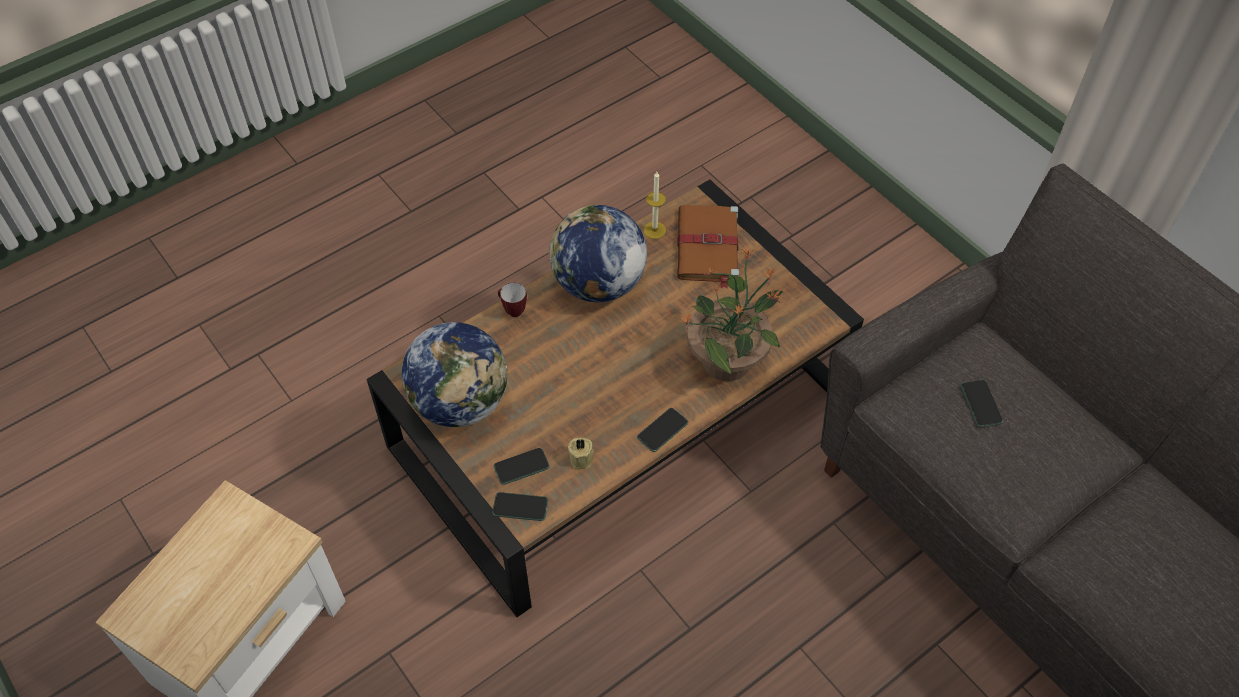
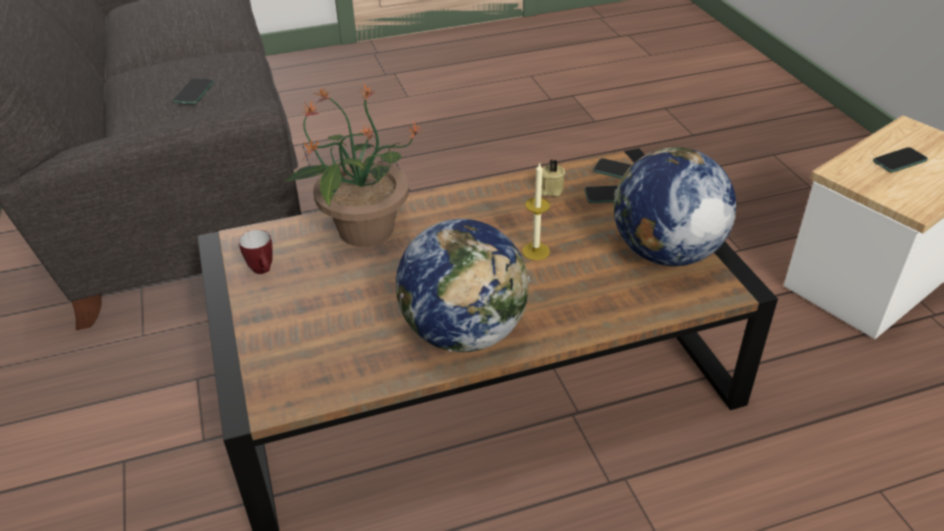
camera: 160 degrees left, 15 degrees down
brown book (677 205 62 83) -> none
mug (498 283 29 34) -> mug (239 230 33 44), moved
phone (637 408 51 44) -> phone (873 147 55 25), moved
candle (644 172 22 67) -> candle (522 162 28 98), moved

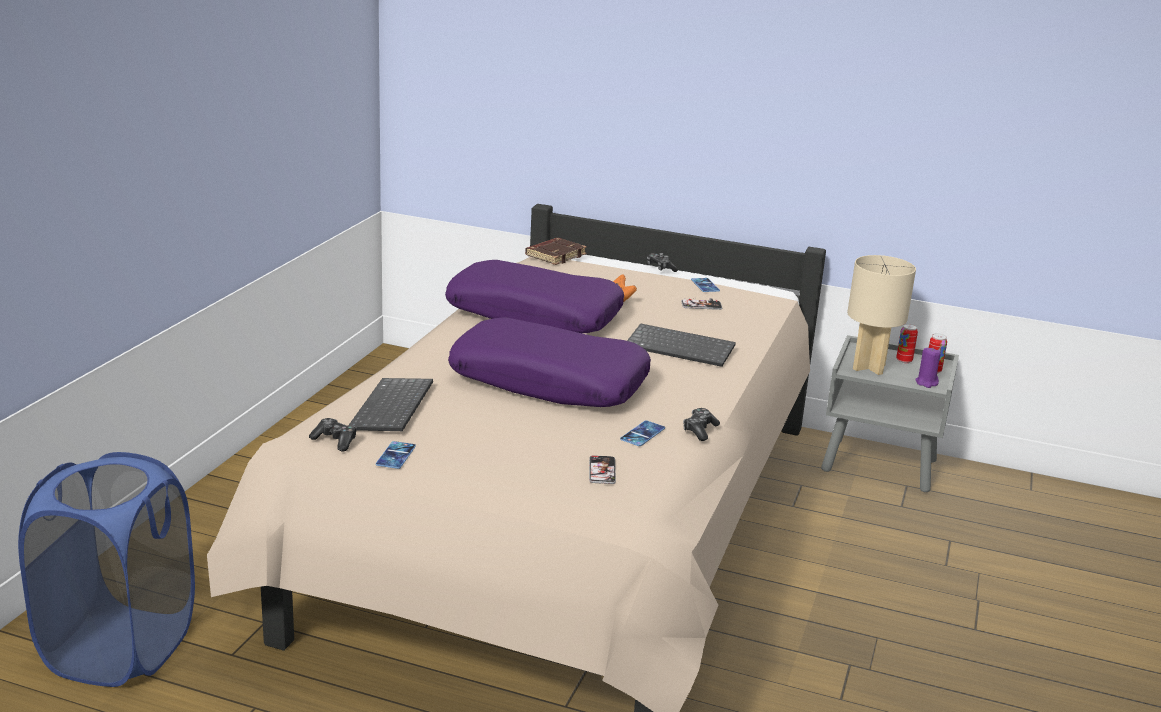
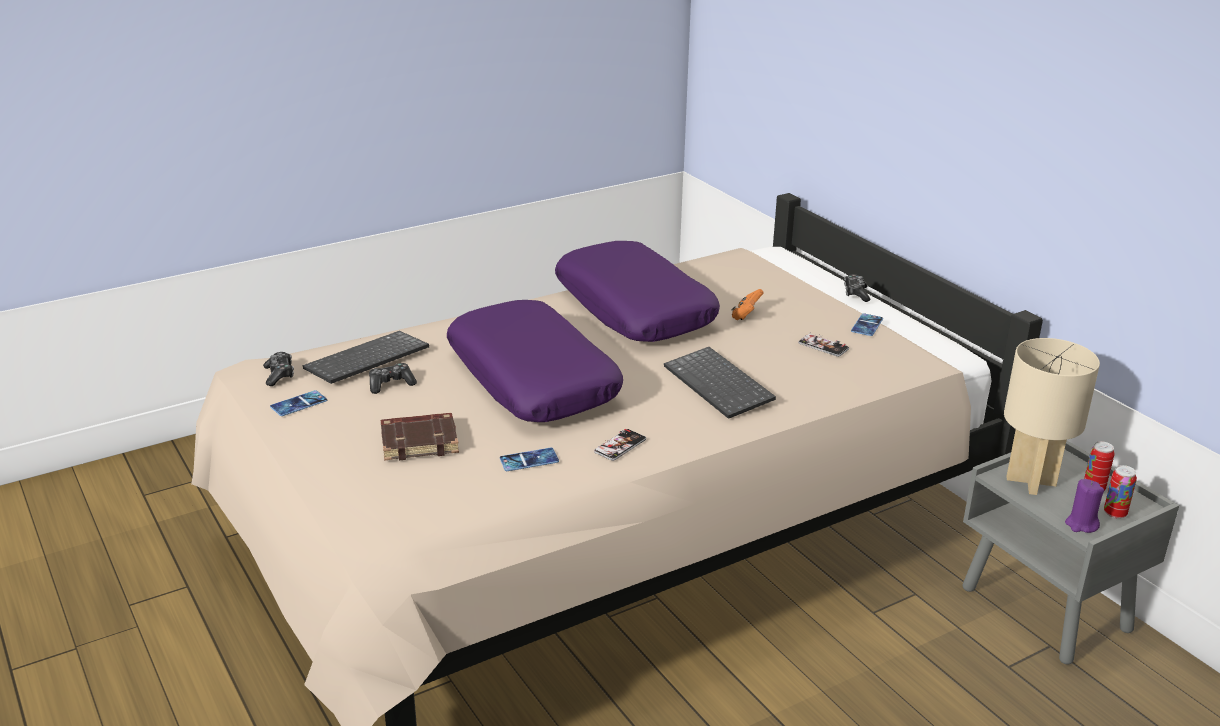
camera: 40 degrees right, 5 degrees up
blue laundry basket (18 452 177 235) -> none
brown book (525 238 62 27) -> brown book (381 413 78 48), moved
phone (589 455 27 29) -> phone (594 429 52 32), moved
game controller (683 408 37 33) -> game controller (369 363 48 31), moved

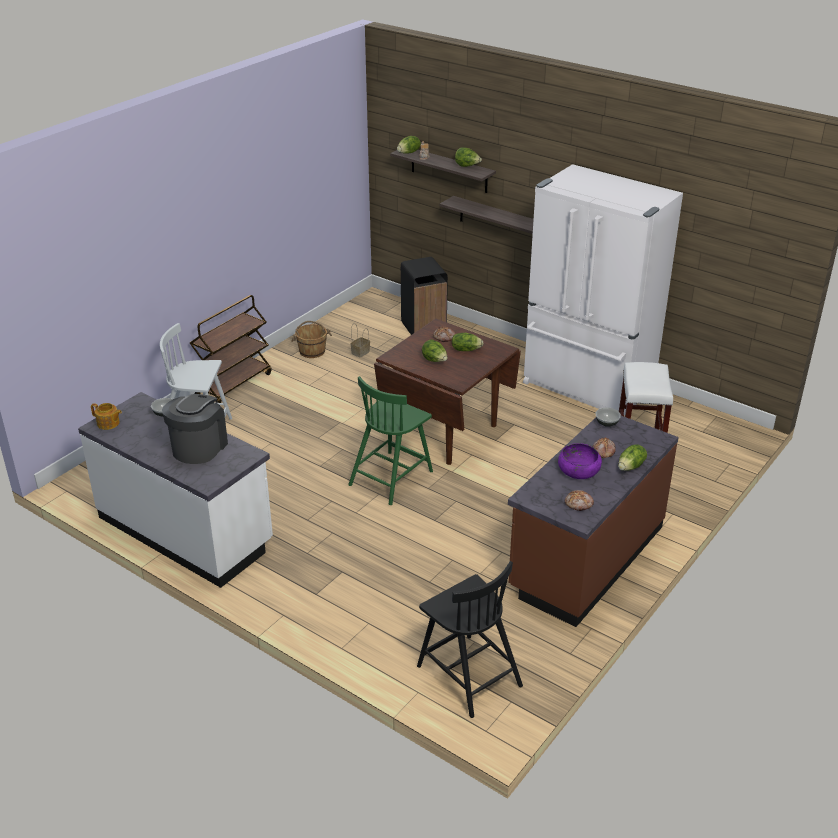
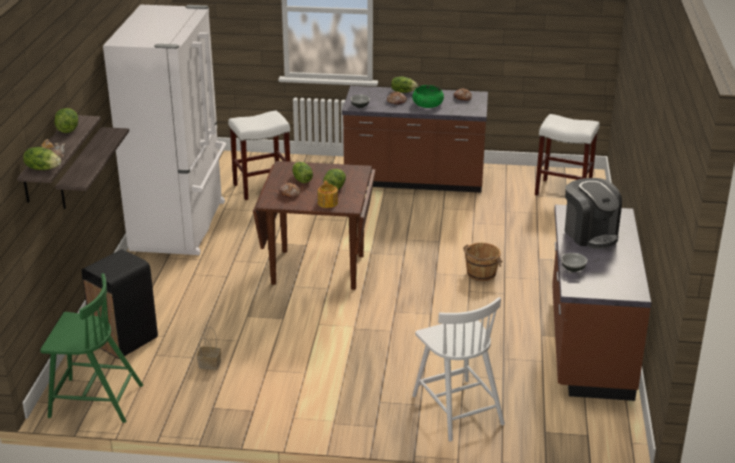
camera: 120 degrees left, 5 degrees down
brown cart (190 295 82 108) -> none
teapot (91 403 31 27) -> teapot (318 180 20 28), moved
brown bucket (292 321 40 37) -> brown bucket (463 243 39 38), moved
green chair (348 376 85 129) -> green chair (40 274 103 149), moved
black chair (417 561 106 157) -> white stool (535 114 65 82)
white counter (78 392 195 196) -> brown counter (552 205 99 196)
purple bowl (558 443 44 36) -> green bowl (412 85 32 23)
coffee machine (162 394 66 70) -> coffee machine (565 178 57 71), 105 degrees counterclockwise

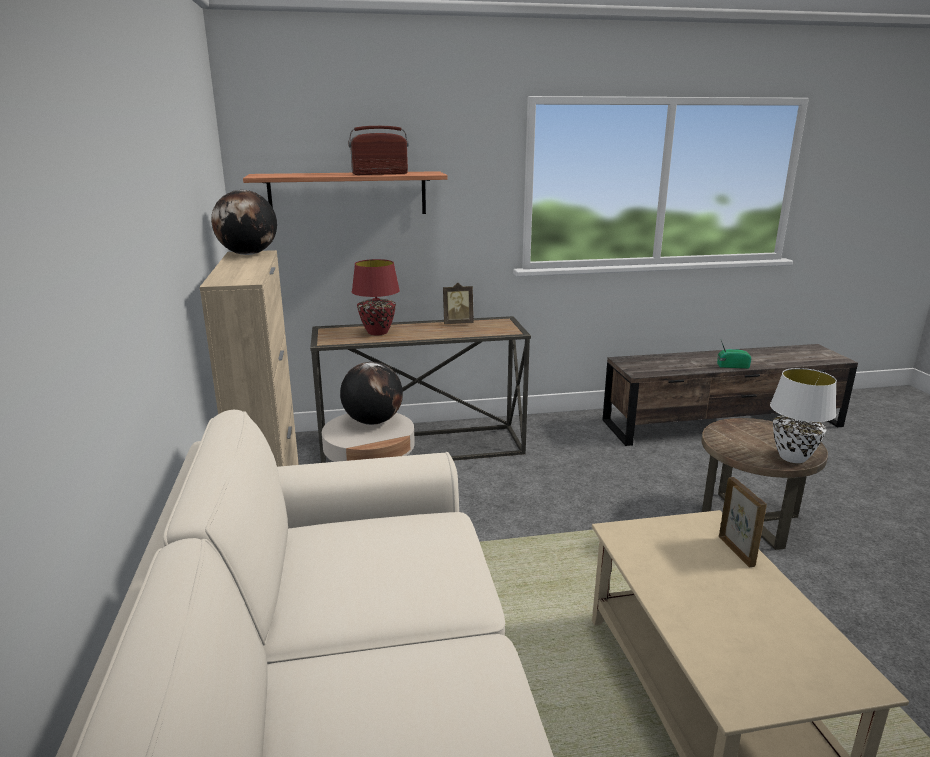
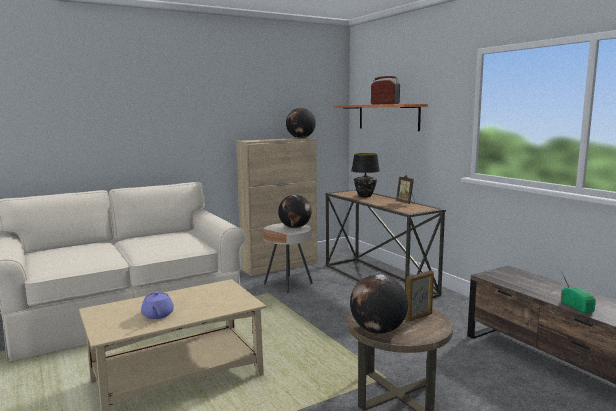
camera: 70 degrees right, 10 degrees down
none -> purple teapot (141 291 33 28)
picture frame (719 477 48 91) -> picture frame (405 271 29 51), moved
white table lamp (770 368 67 95) -> globe (350 274 58 60)
red table lamp (352 259 48 76) -> black table lamp (351 153 29 45)

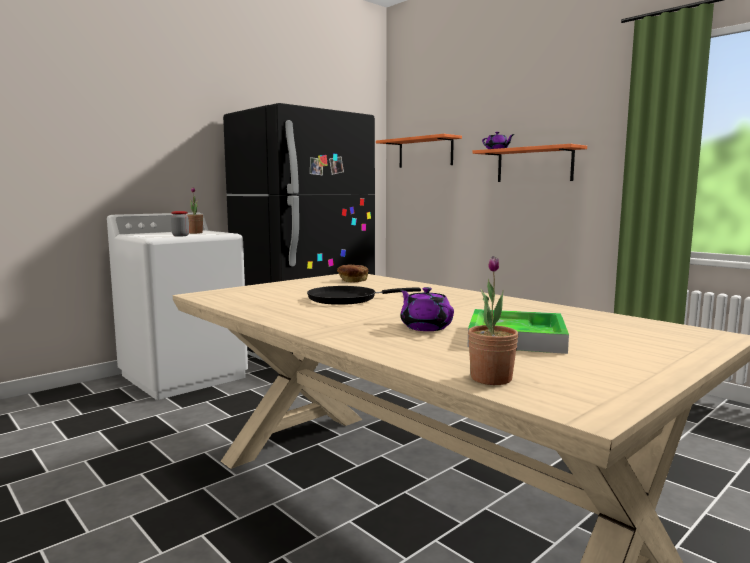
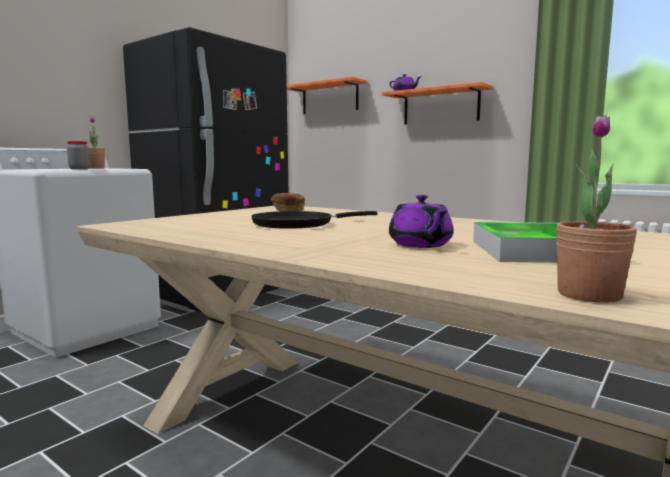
camera: 10 degrees left, 0 degrees up
purple teapot (401 287 53 44) -> purple teapot (389 195 65 53), 150 degrees counterclockwise

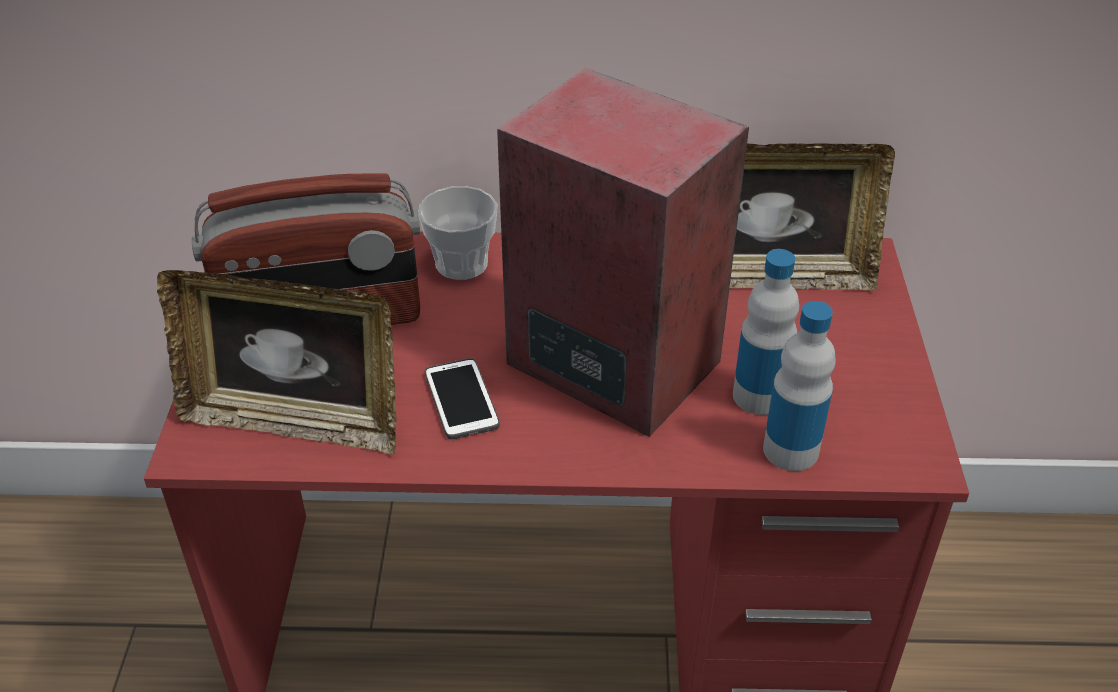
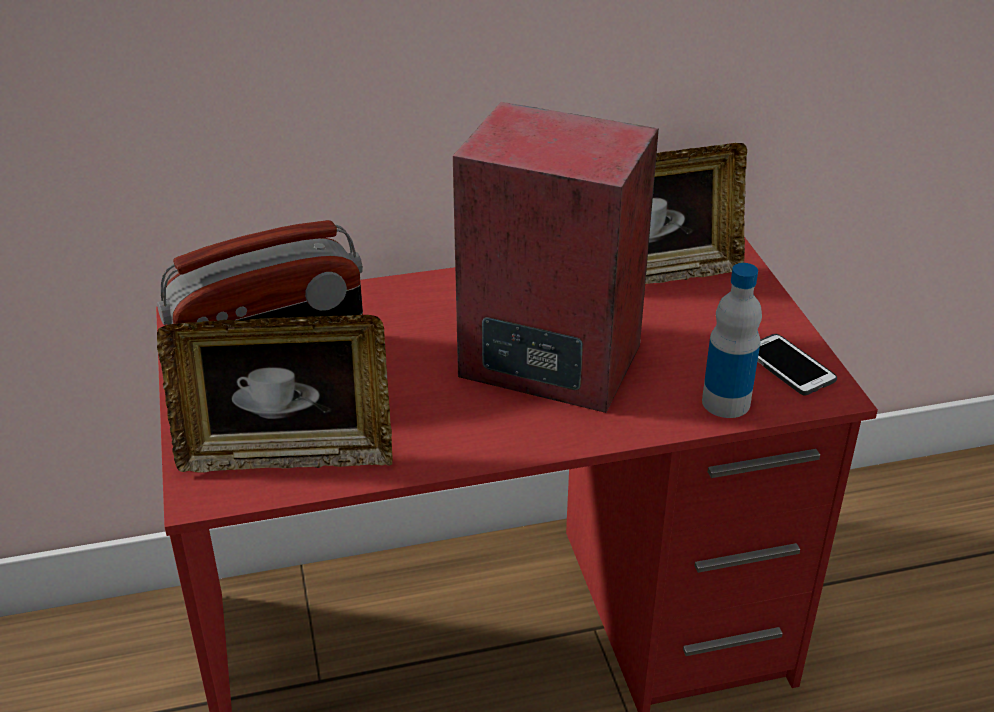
camera: 15 degrees left, 5 degrees down
cup (418 186 79 94) -> none
bottle (733 249 66 166) -> none
phone (425 358 75 81) -> phone (757 334 80 62), moved

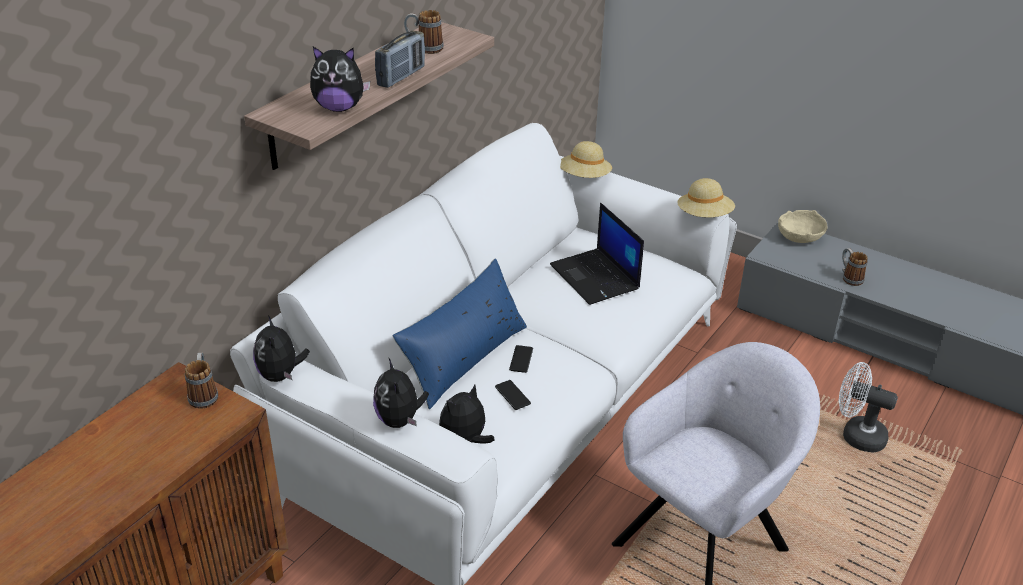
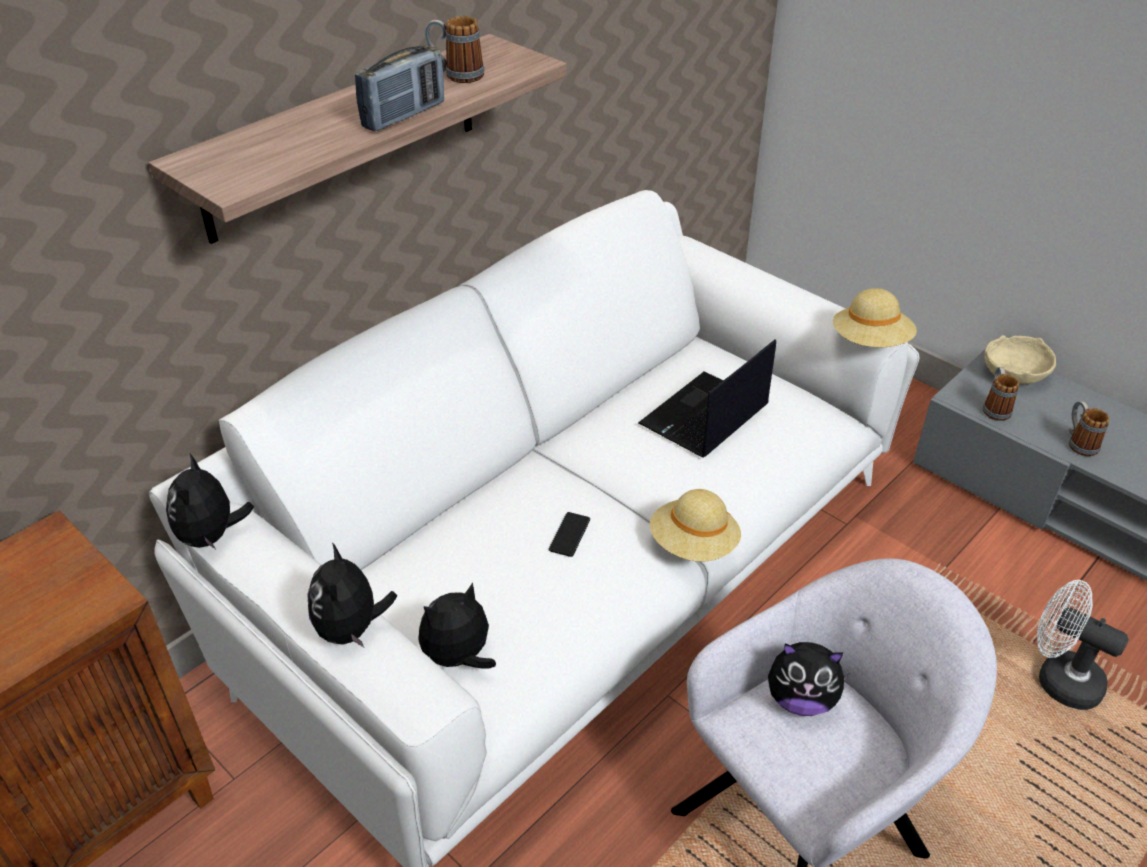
camera: 10 degrees right, 5 degrees up
blue pillow (393 258 134 151) -> none
phone (495 380 36 30) -> none
mug (185 353 33 56) -> mug (983 367 36 54), moved
plush toy (310 47 60 65) -> plush toy (768 642 81 74), moved
beige hat (560 141 52 37) -> beige hat (649 489 92 73), moved
laptop (550 203 94 102) -> laptop (638 339 138 119), 60 degrees clockwise

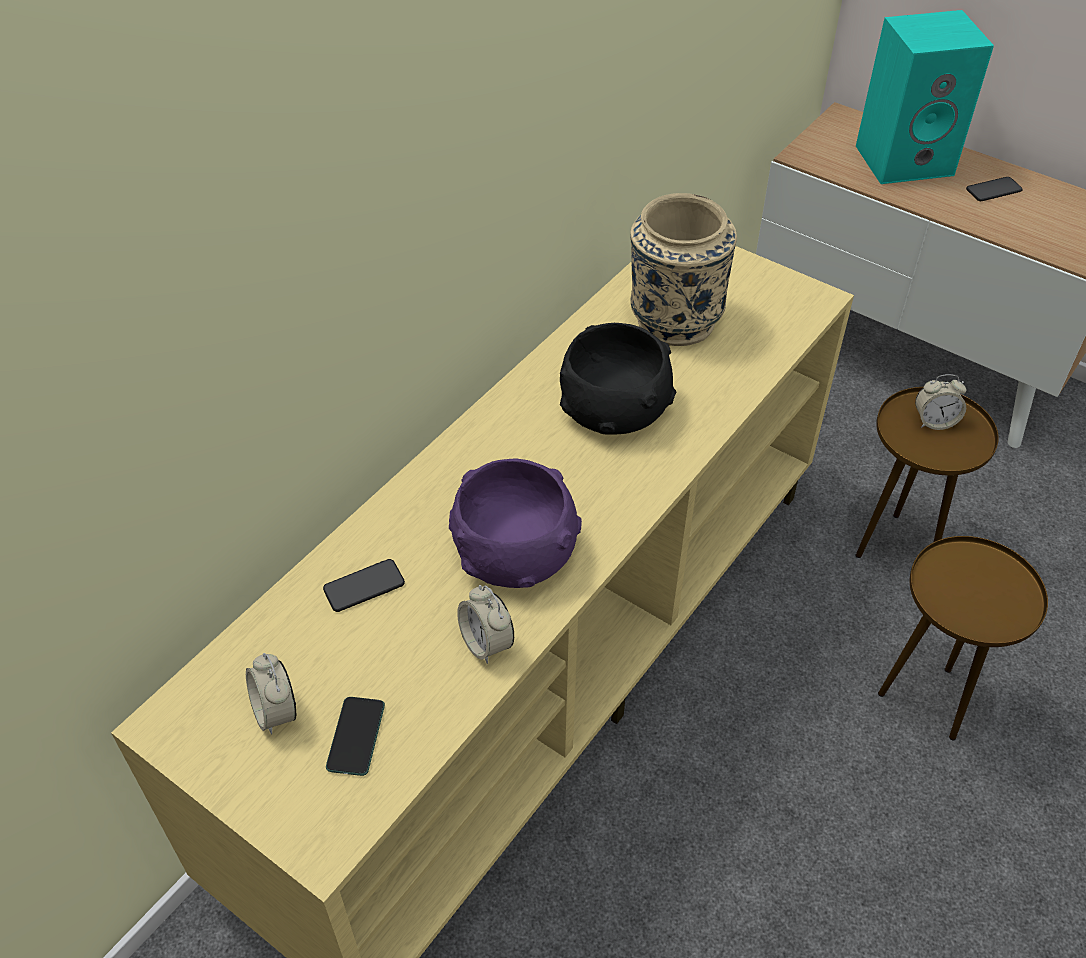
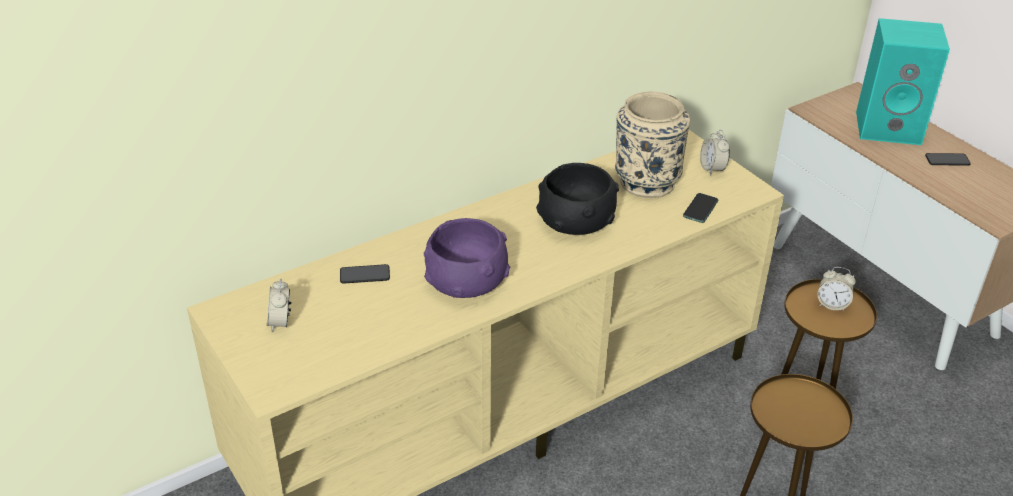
camera: 20 degrees right, 10 degrees down
phone (326 697 59 79) -> phone (683 193 35 30), moved
alarm clock (457 585 57 79) -> alarm clock (700 129 30 47), moved

